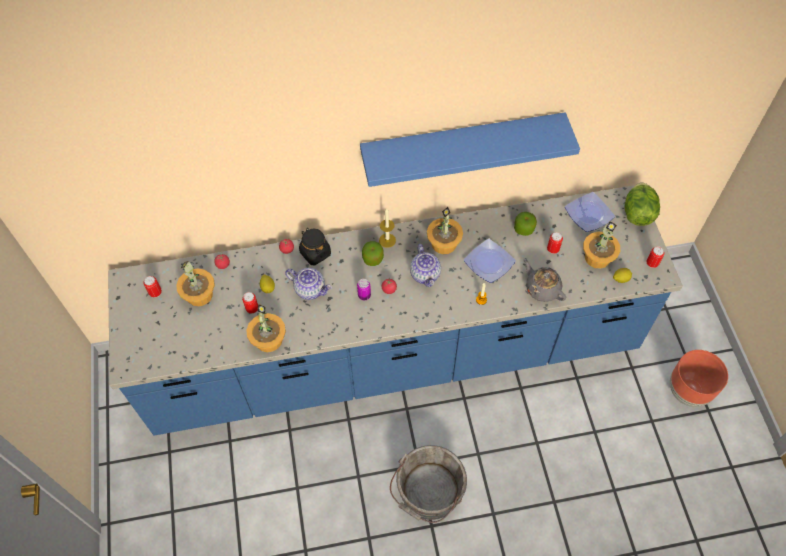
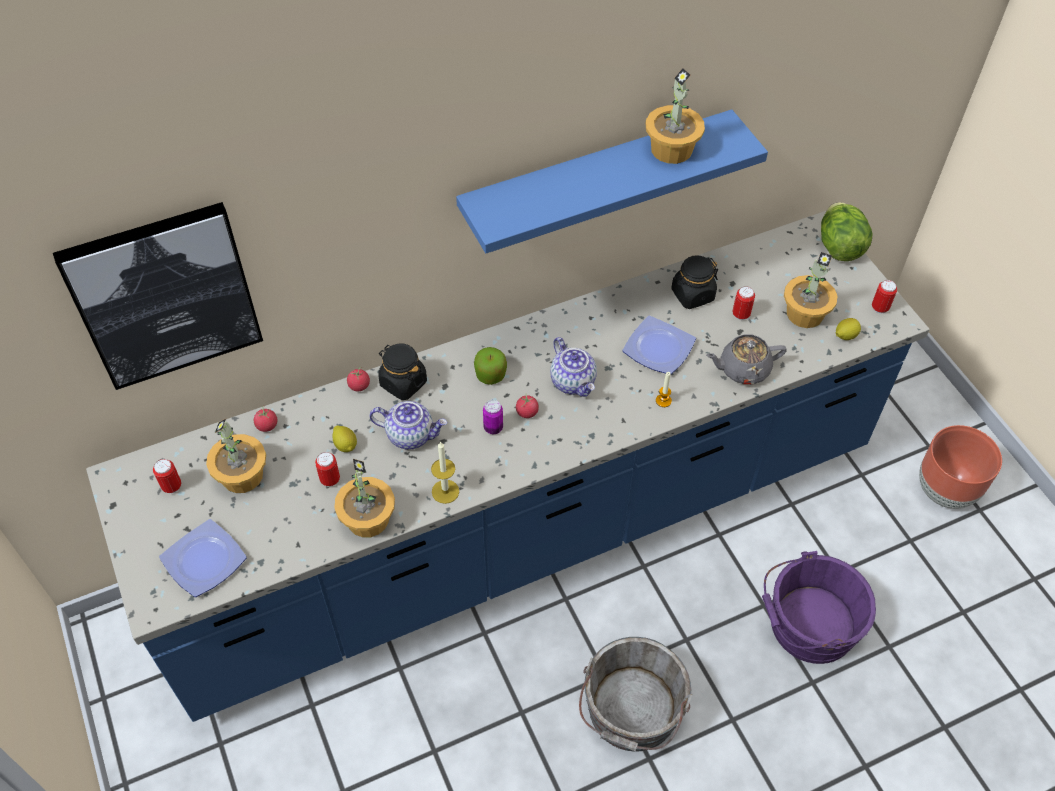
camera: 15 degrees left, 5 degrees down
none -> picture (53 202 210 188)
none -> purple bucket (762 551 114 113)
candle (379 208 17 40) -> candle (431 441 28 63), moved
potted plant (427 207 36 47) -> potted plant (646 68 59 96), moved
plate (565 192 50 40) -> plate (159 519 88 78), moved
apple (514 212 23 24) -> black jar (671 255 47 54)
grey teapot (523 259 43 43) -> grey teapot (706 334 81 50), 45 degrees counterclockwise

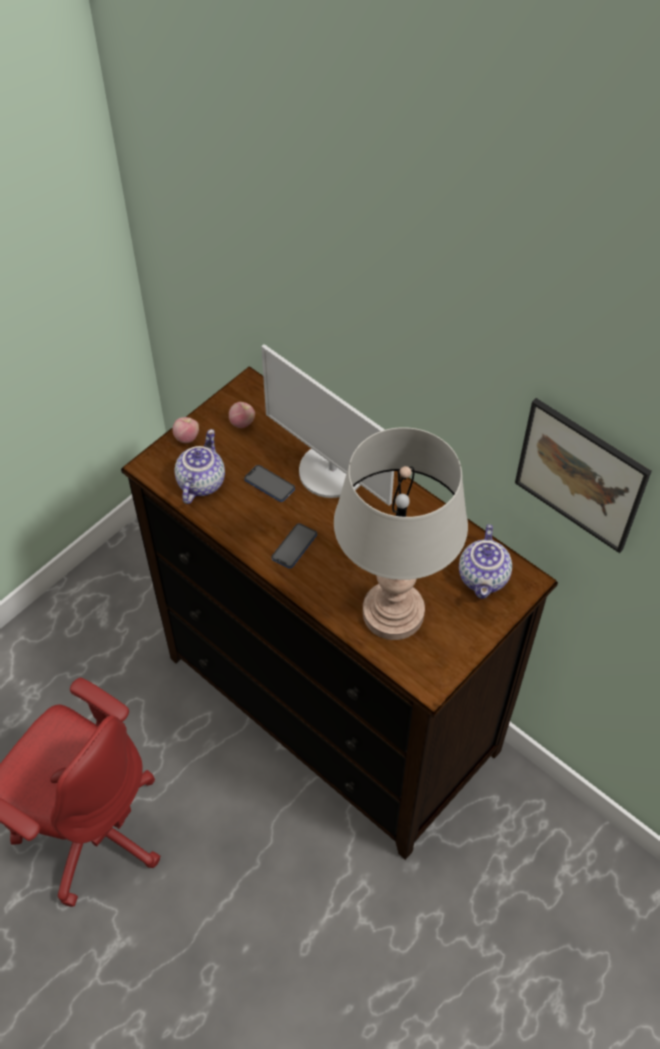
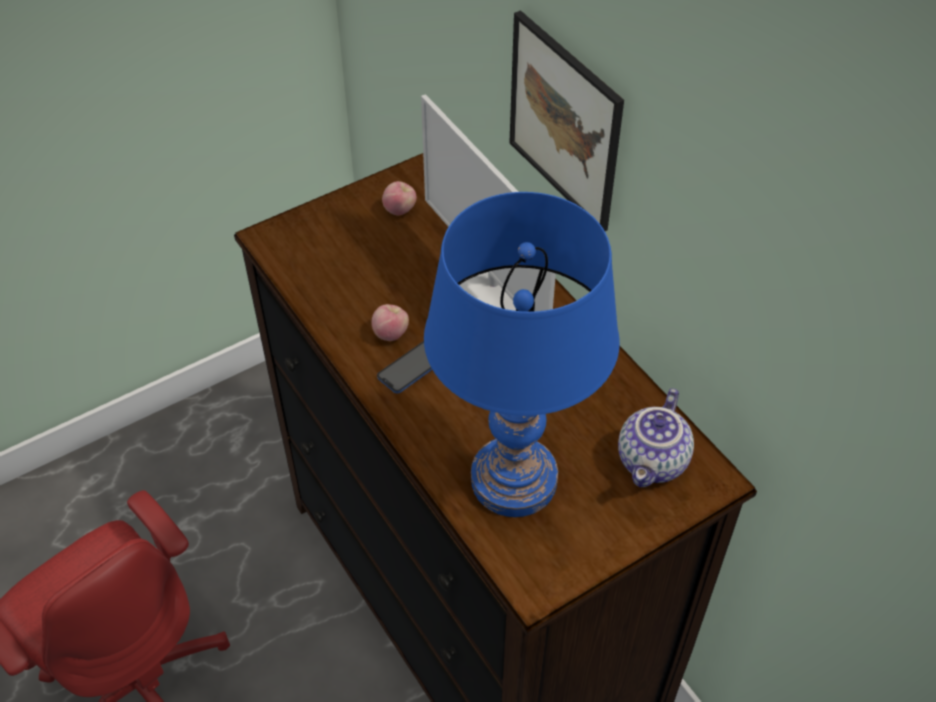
camera: 15 degrees right, 5 degrees down
teapot (175 429 50 75) -> none
phone (244 465 51 37) -> none
apple (173 417 26 26) -> apple (371 304 38 37), moved
picture (515 398 137 155) -> picture (509 10 115 221), moved
grey table lamp (334 427 134 213) -> blue table lamp (424 192 196 325)

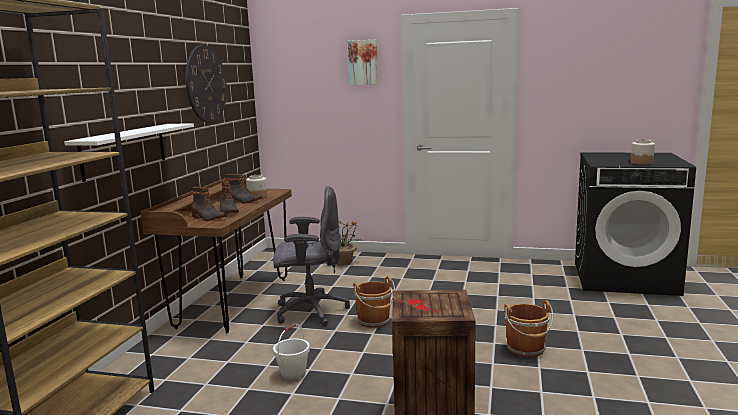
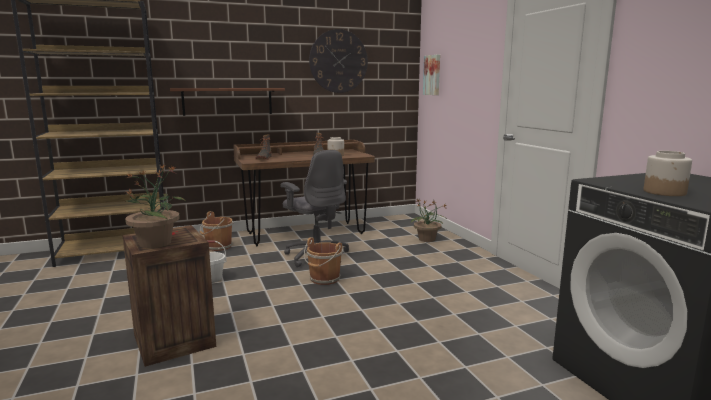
camera: 55 degrees right, 0 degrees up
boot (219 180 20 34) -> none
none -> potted plant (125 164 60 84)
picture (348 39 30 46) -> picture (423 55 17 40), moved
brown bucket (504 300 49 58) -> brown bucket (200 211 34 40), moved
white shelf (64 123 130 59) -> brown shelf (170 88 115 28)

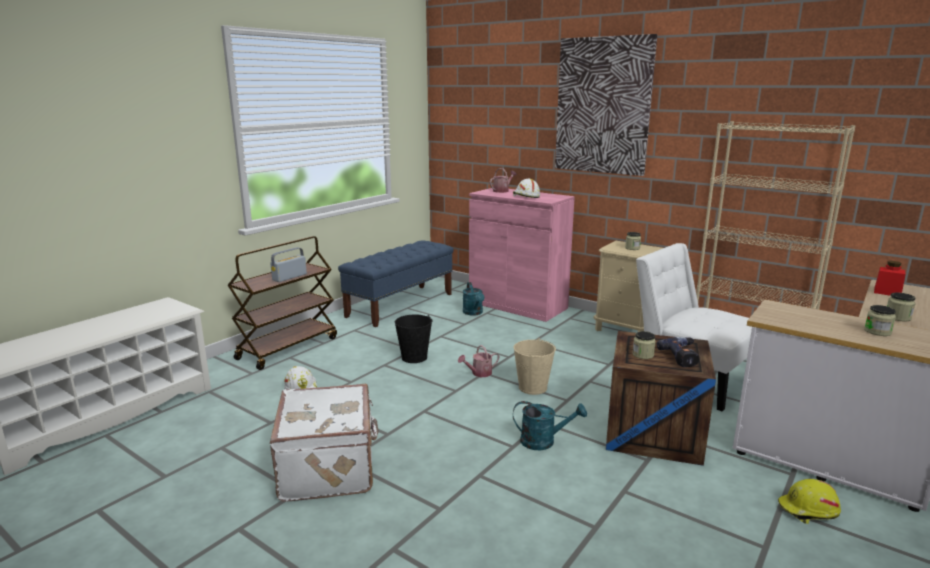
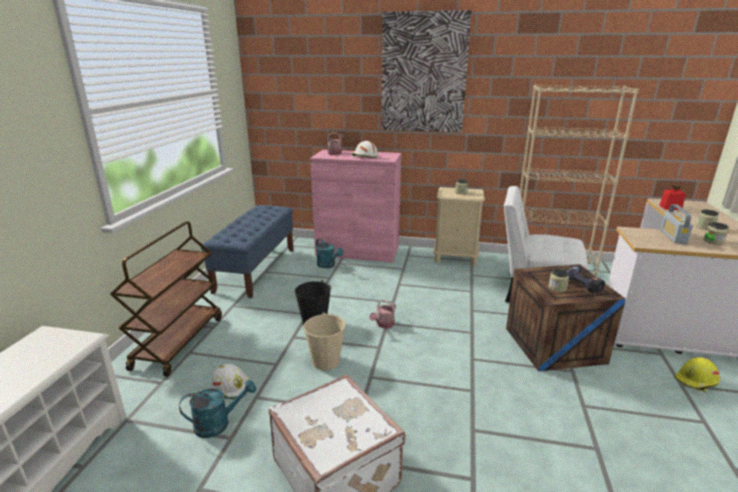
camera: 25 degrees left, 5 degrees up
radio (270 247 37 35) -> radio (660 204 33 40), moved
turquoise watering can (513 401 74 49) -> turquoise watering can (179 380 77 58), moved
beige bucket (514 338 42 57) -> beige bucket (304 312 41 58), moved

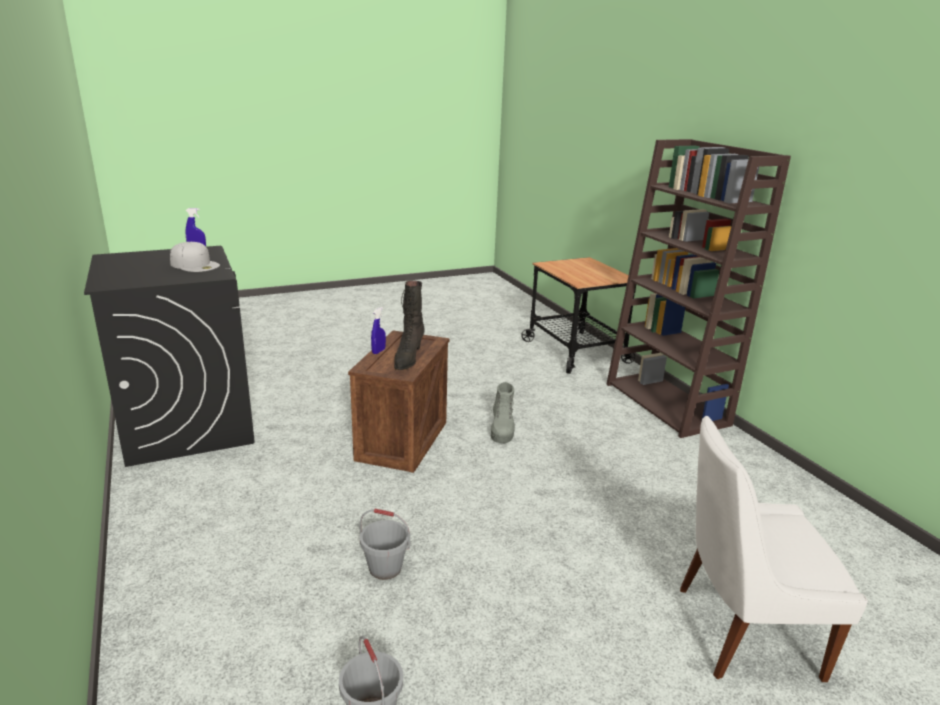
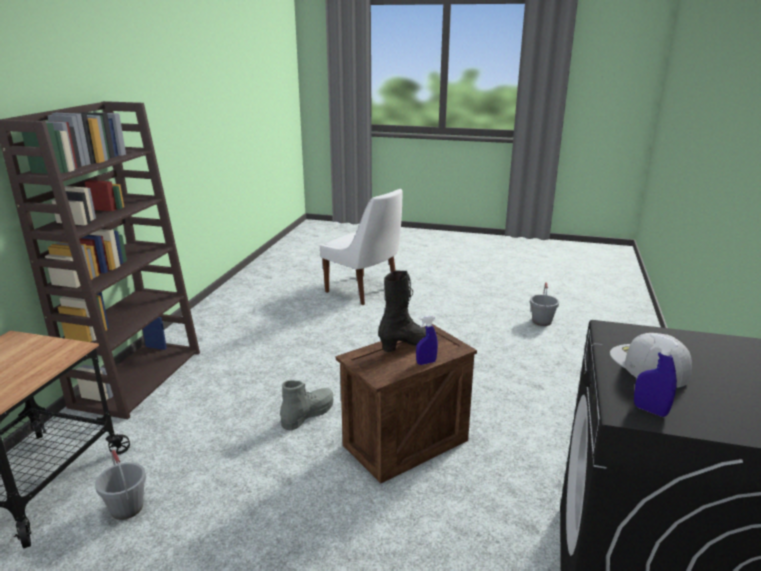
camera: 140 degrees left, 0 degrees up
grey bucket (359 509 51 71) -> grey bucket (95 449 51 71), moved

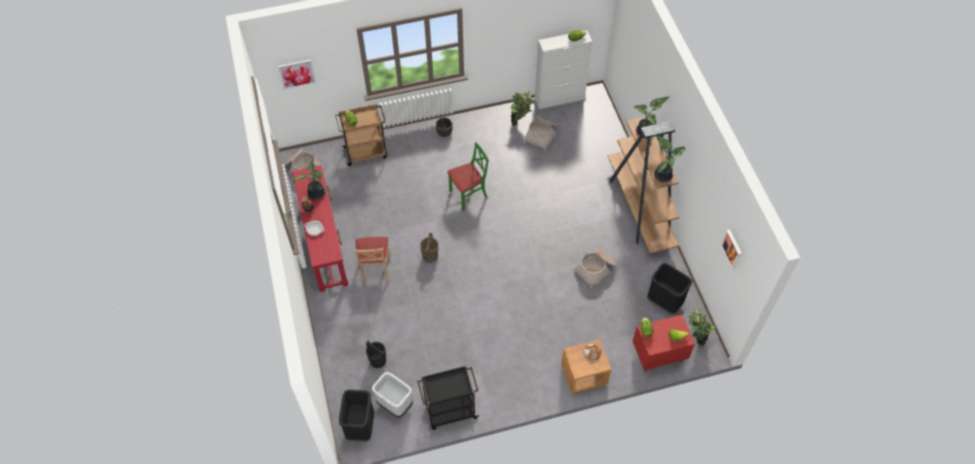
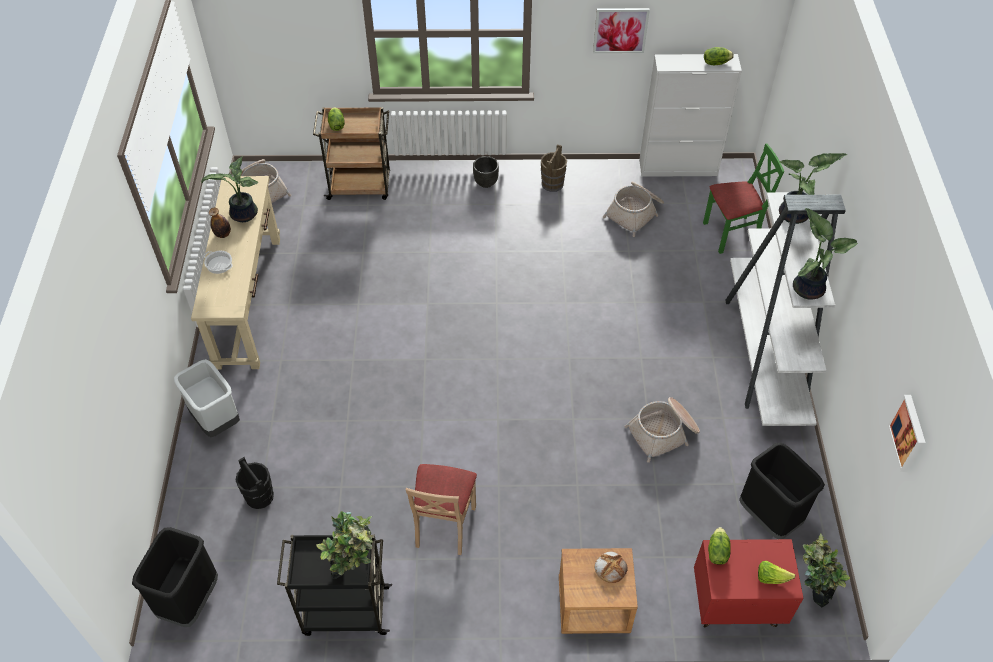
camera: 15 degrees right, 5 degrees down
picture (278 59 38 31) -> picture (593 8 57 45), moved
beige chair (355 237 35 47) -> beige chair (406 464 71 91), moved
grey trash can (372 372 41 46) -> grey trash can (174 359 66 78), moved
brown bucket (420 233 18 30) -> brown bucket (541 144 26 48), moved
green chair (447 141 42 70) -> green chair (703 143 81 111), moved
potted plant (510 91 23 36) -> potted plant (316 511 57 68), moved
red console table (292 165 56 127) -> beige console table (191 176 89 193)
brown bookcase (608 117 72 136) -> white bookcase (726 192 120 234)

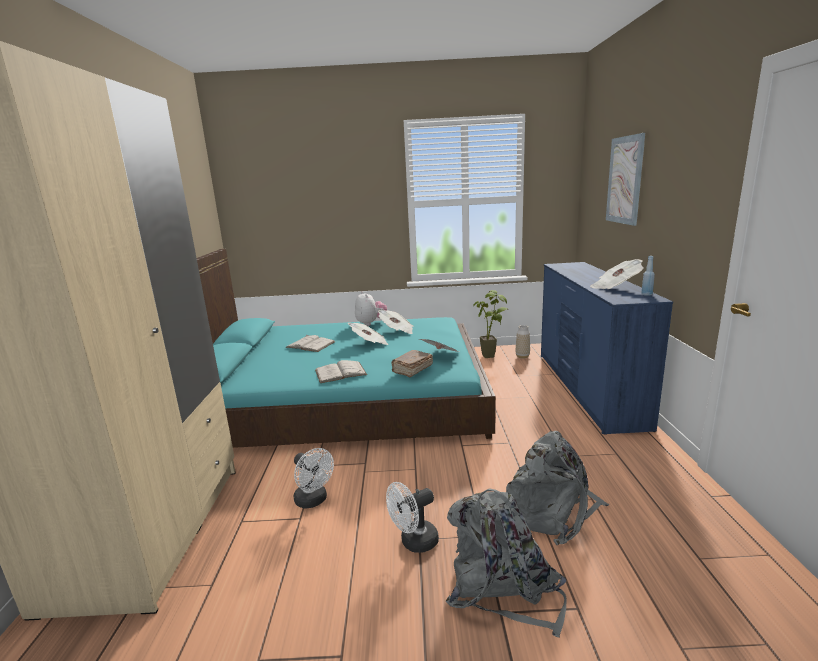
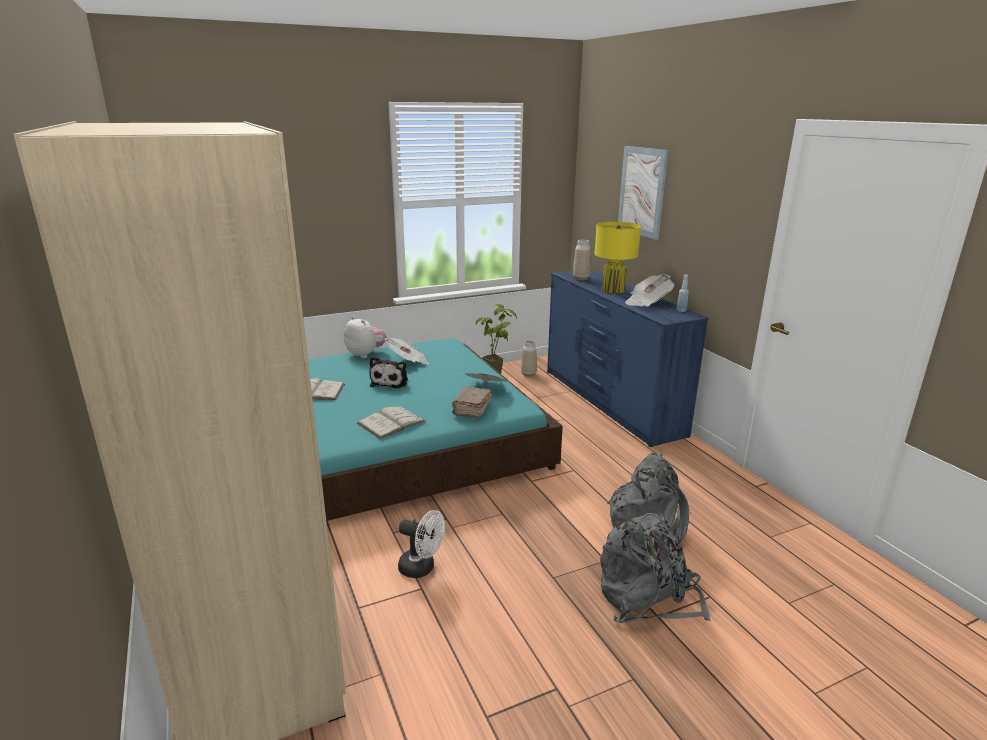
camera: 25 degrees left, 5 degrees up
white fan (386 482 53 71) -> none
none -> vase (573 240 18 40)
none -> yellow table lamp (594 222 47 71)
newspaper (348 323 40 22) -> plush toy (370 357 38 32)

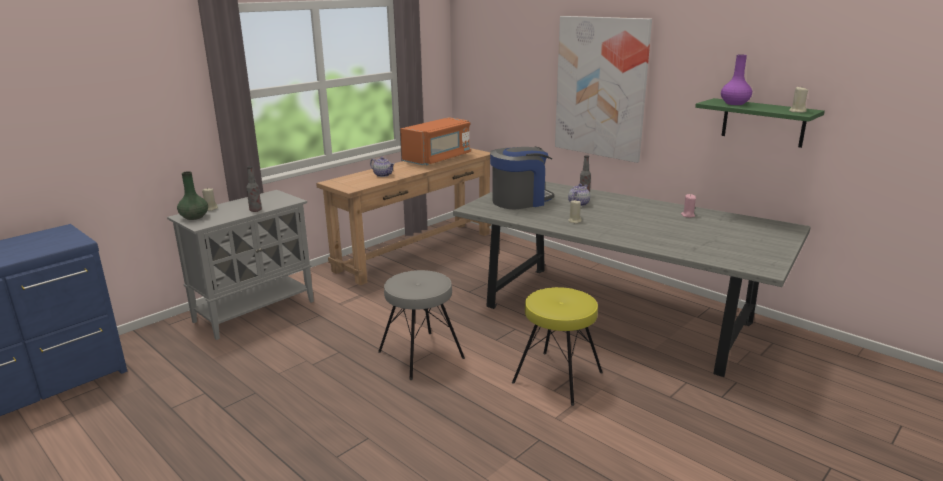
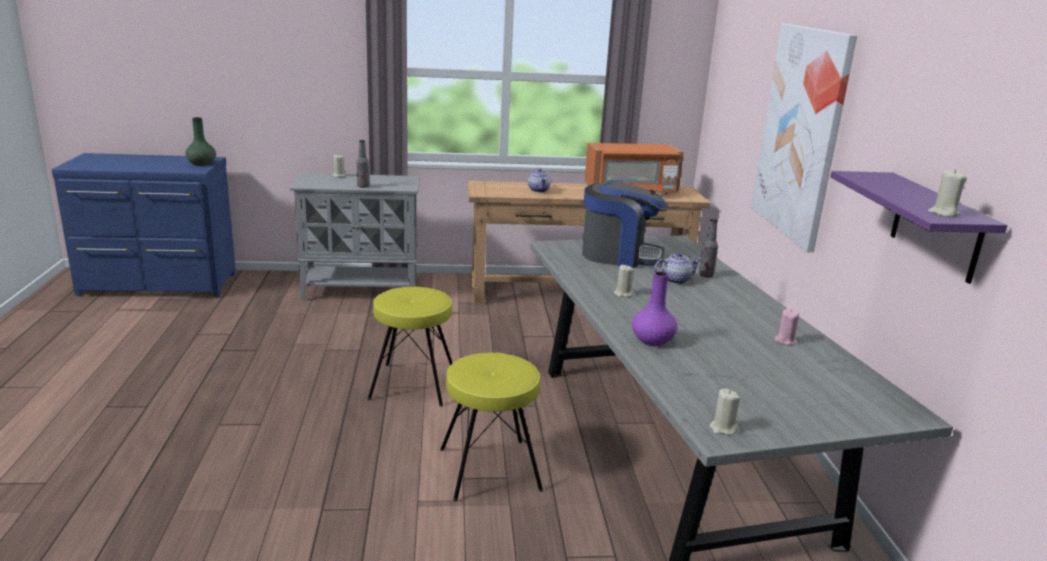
camera: 40 degrees right, 0 degrees up
none -> beige candle (710 389 30 46)
green vase (177 171 31 49) -> green vase (185 117 31 49), moved
purple vase (721 54 31 51) -> purple vase (632 271 46 75), moved
grey stool (378 270 87 110) -> yellow stool (367 287 85 120)
green shelf (695 98 130 50) -> purple shelf (830 171 177 113)

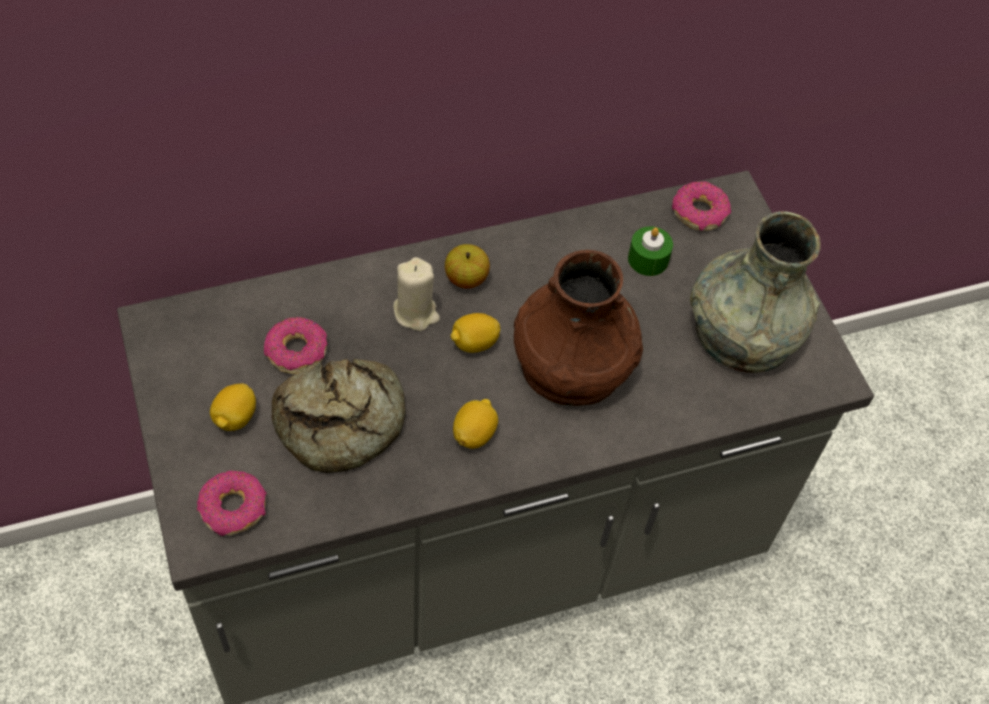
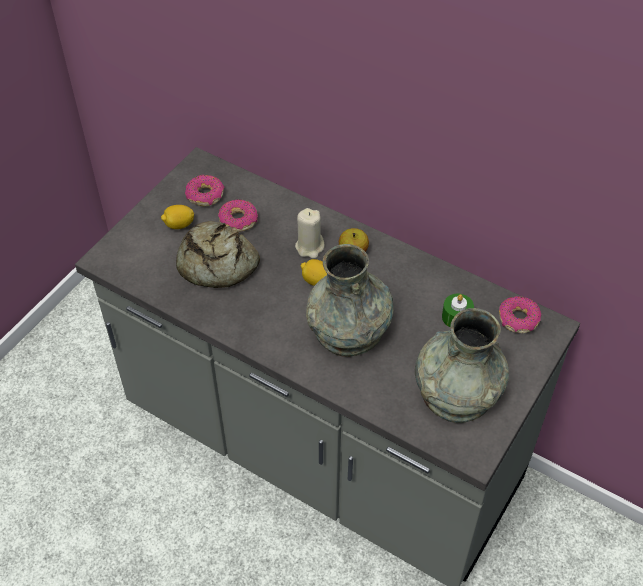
camera: 55 degrees right, 5 degrees down
lemon (453 399 45 50) -> none
donut (197 471 70 65) -> donut (185 175 39 31), moved
brown vase (514 250 129 156) -> grey vase (306 244 88 113)

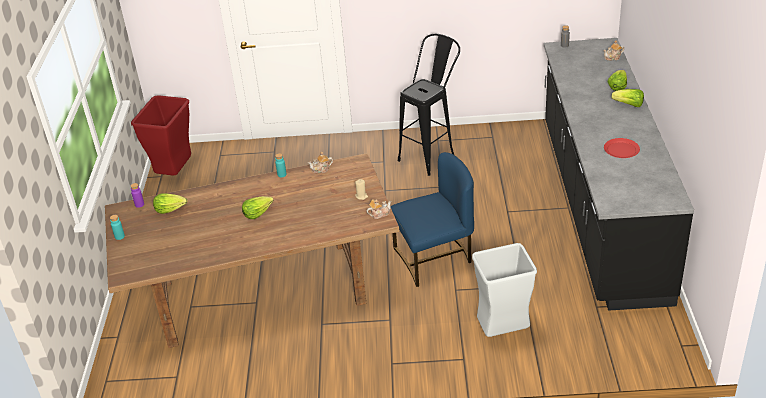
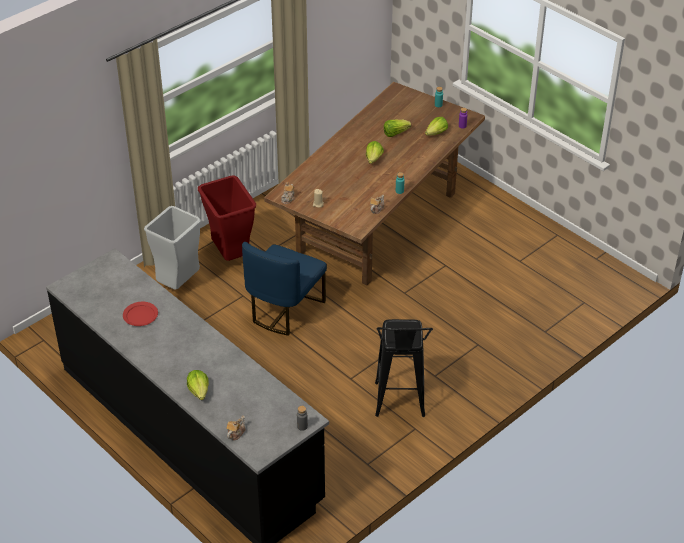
camera: 135 degrees right, 5 degrees up
red trash can (131 95 60 81) -> red trash can (198 175 58 86), moved
lettuce (611 89 33 18) -> lettuce (384 120 27 17), moved

